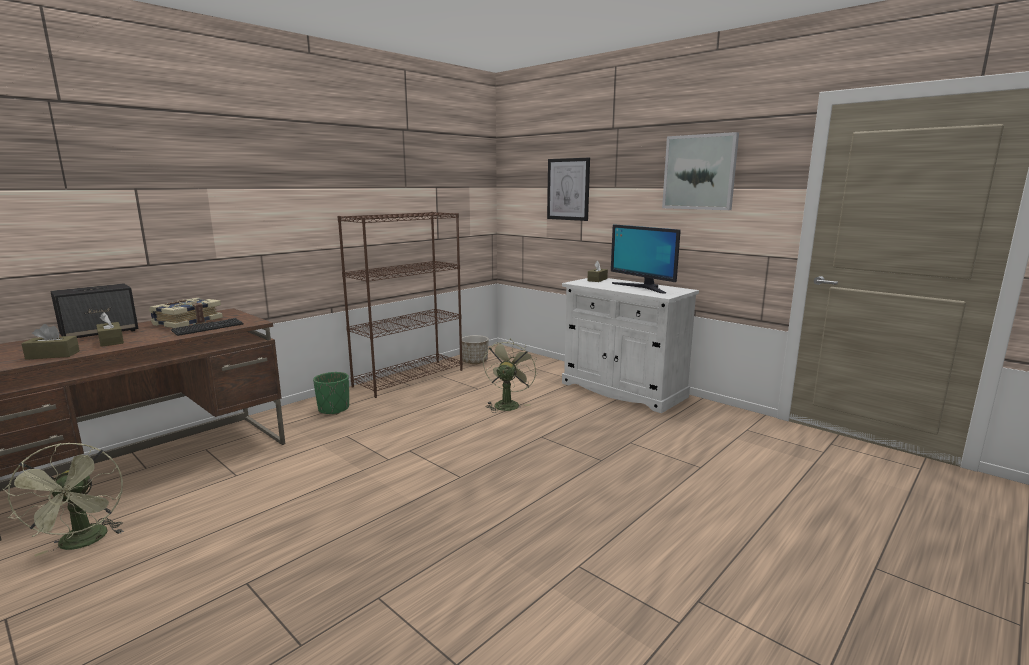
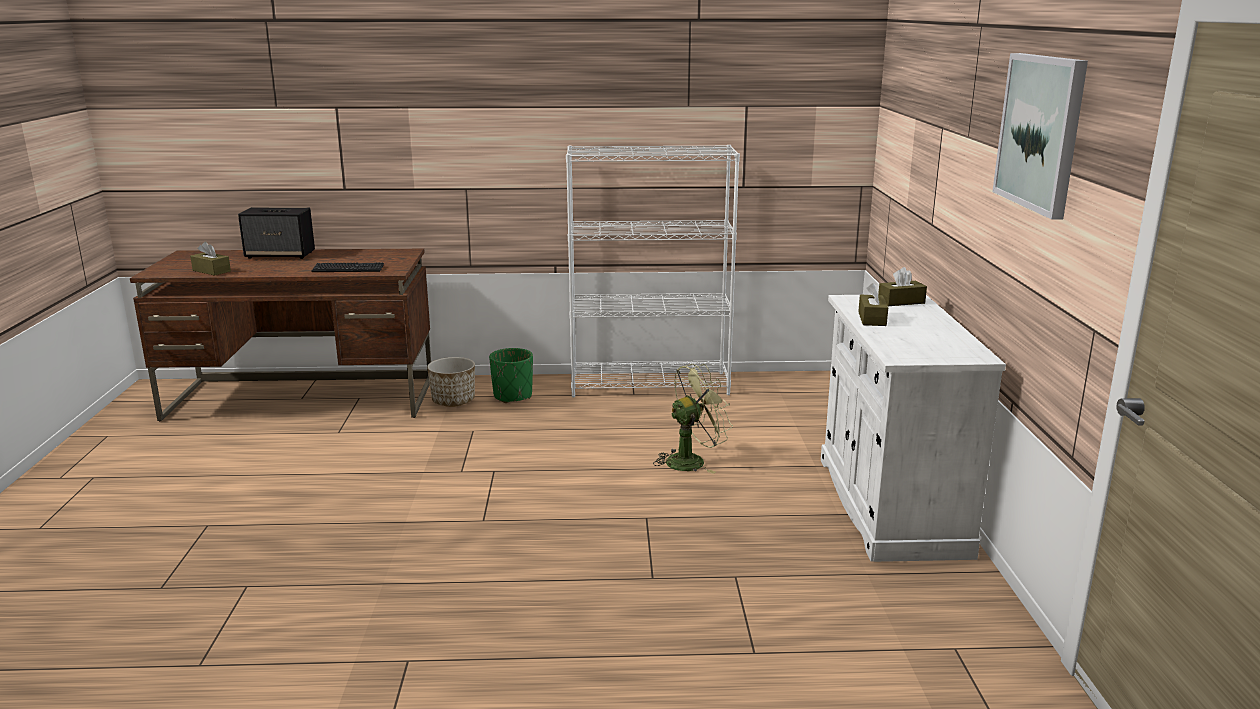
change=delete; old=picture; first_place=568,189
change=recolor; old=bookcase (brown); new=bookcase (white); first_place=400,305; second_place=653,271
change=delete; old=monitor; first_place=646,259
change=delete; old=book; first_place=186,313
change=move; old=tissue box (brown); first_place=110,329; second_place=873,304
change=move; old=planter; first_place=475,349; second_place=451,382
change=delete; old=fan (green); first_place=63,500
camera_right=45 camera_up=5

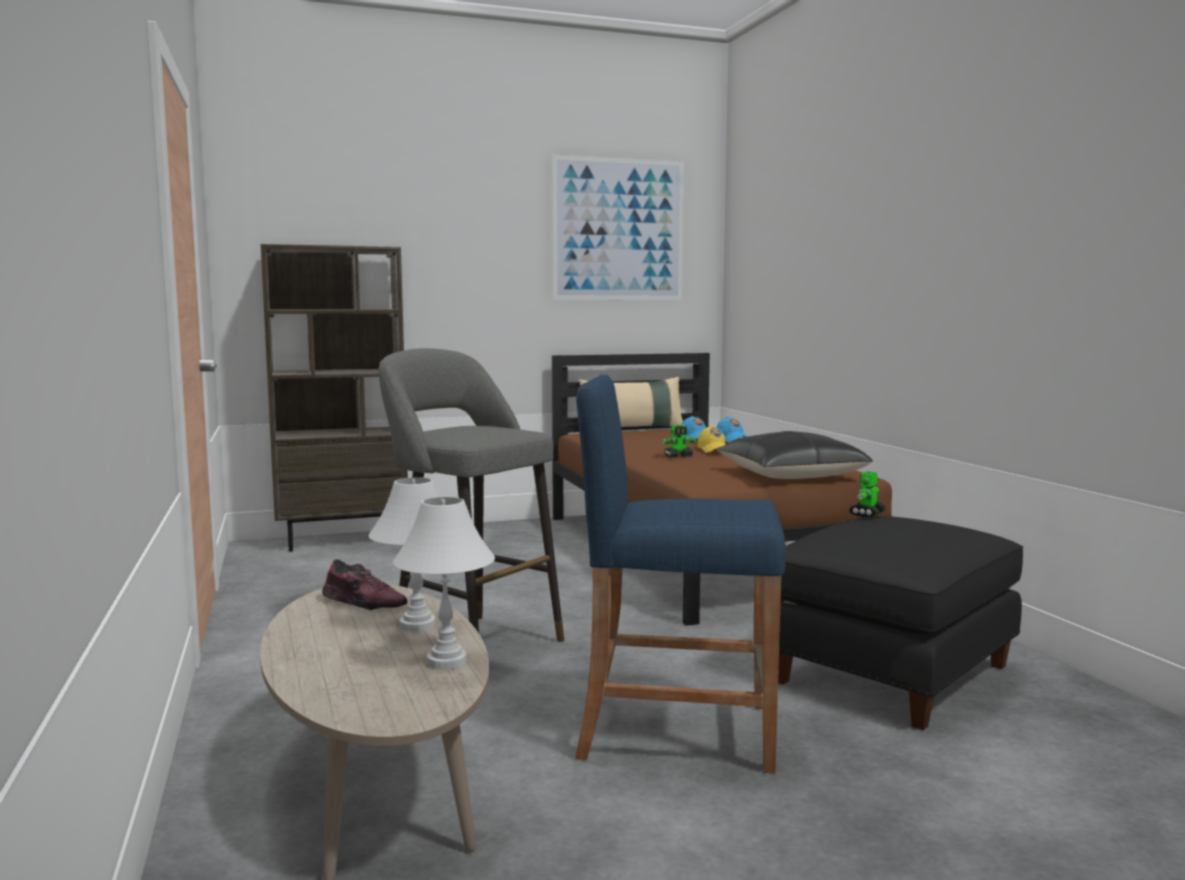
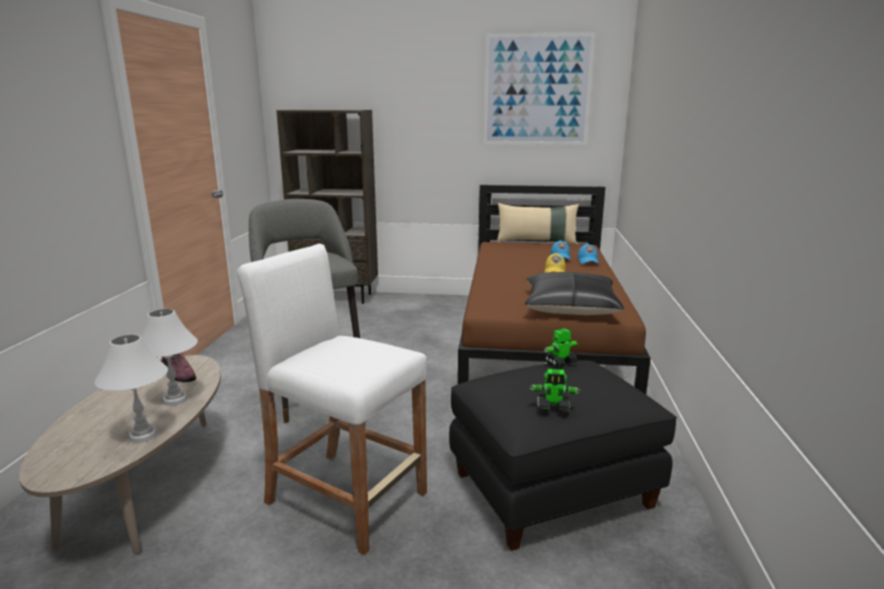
change=recolor; old=stool (blue); new=stool (white); first_place=680,574; second_place=332,399
change=move; old=toy robot; first_place=679,441; second_place=555,391
camera_right=25 camera_up=10

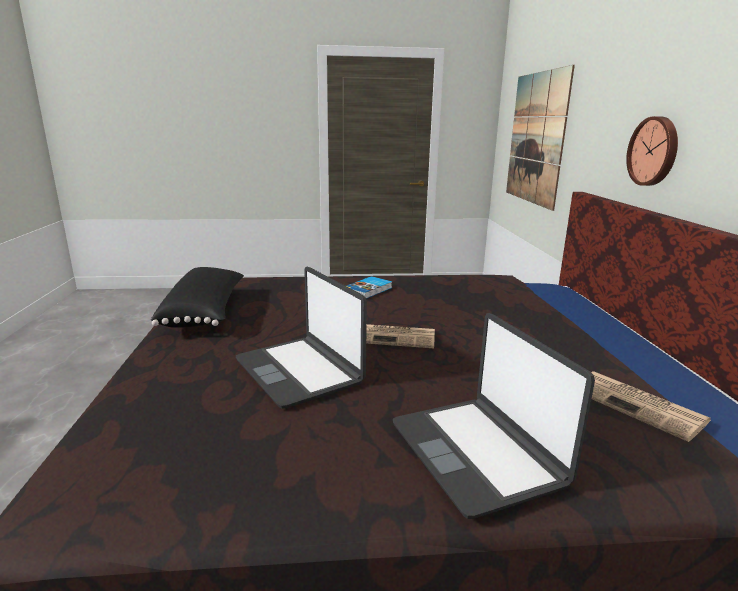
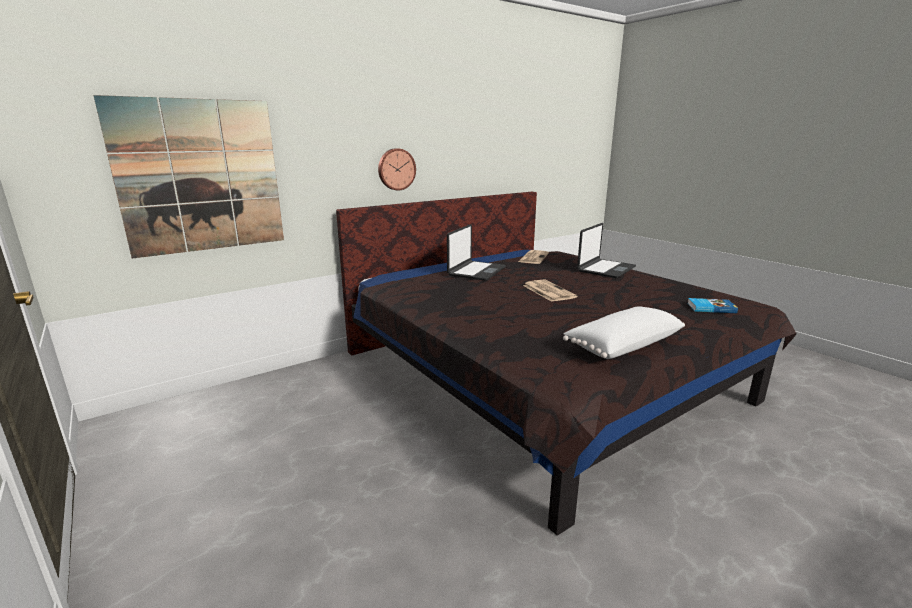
change=recolor; old=pillow (black); new=pillow (white); first_place=197,297; second_place=624,332
change=move; old=laptop; first_place=301,338; second_place=476,252
change=move; old=book; first_place=369,287; second_place=712,305
camera_right=-120 camera_up=0

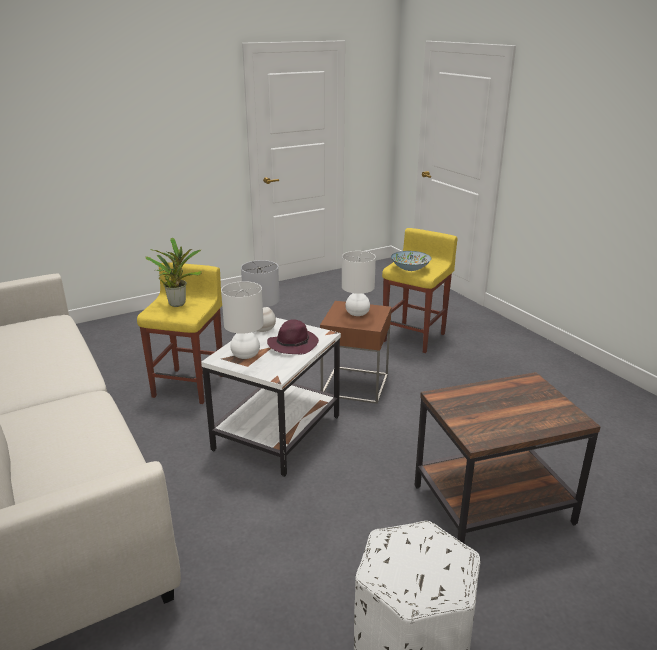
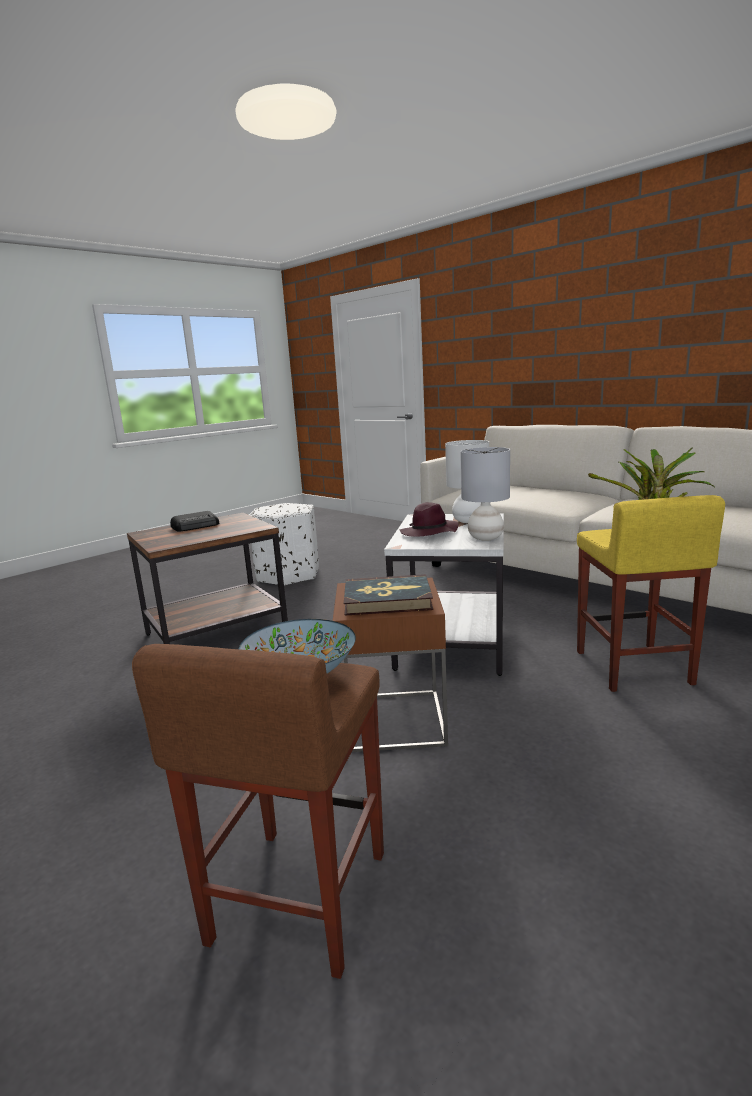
change=recolor; old=stool (yellow); new=stool (brown); first_place=420,290; second_place=258,811
change=replace; old=table lamp (white); new=book; first_place=359,283; second_place=388,595
change=insert; new=radio; second_place=194,521
camera_right=165 camera_up=-10

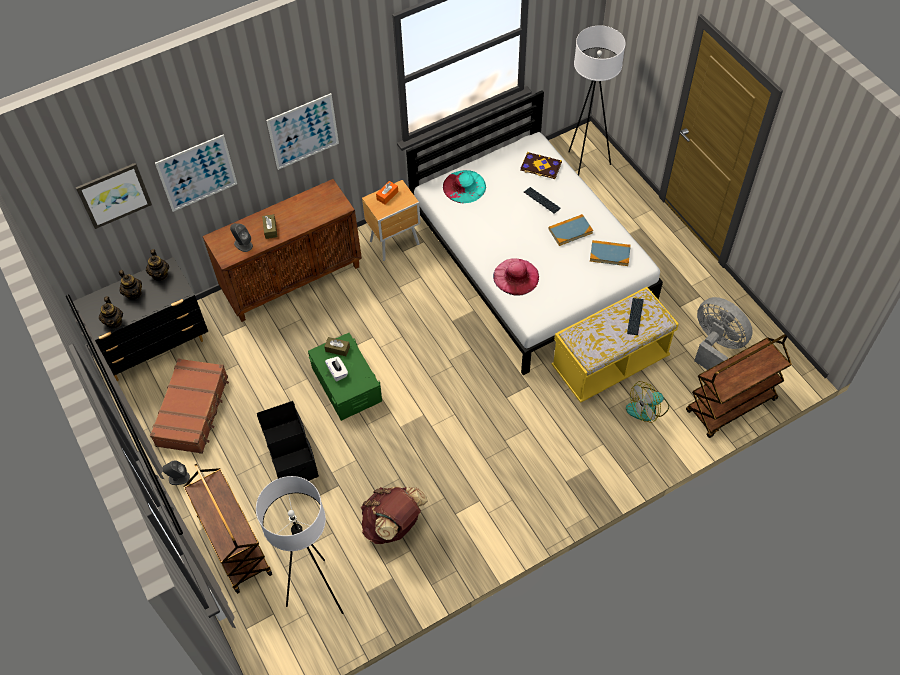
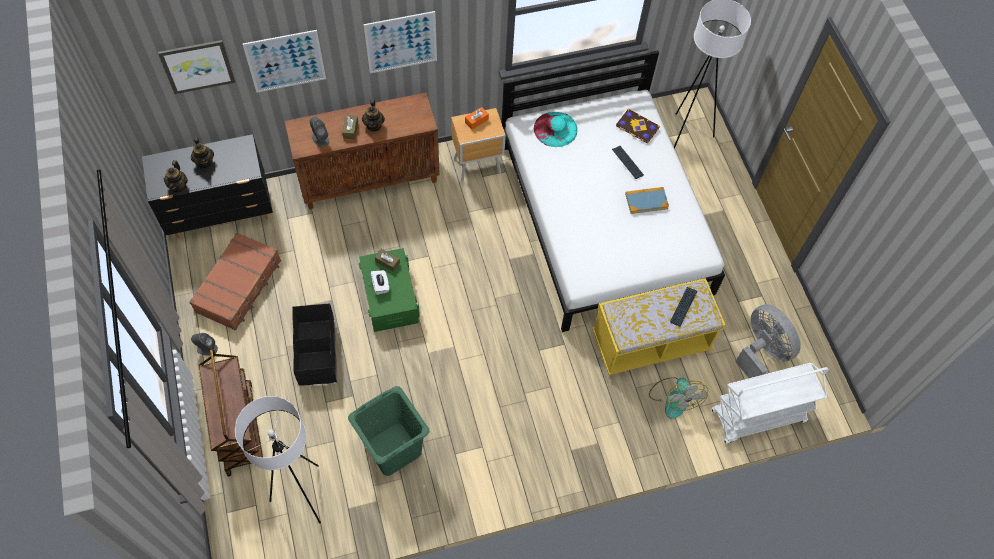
change=delete; old=book; first_place=610,253
change=move; old=teapot; first_place=157,265; second_place=373,116
change=delete; old=hat (pink); first_place=516,277
change=recolor; old=cart (brown); new=cart (white); first_place=739,386; second_place=770,403
change=rotate; old=fan; first_place=647,402; second_place=678,398; degrees=-90
change=replace; old=backpack (brown); new=laundry basket (green); first_place=394,515; second_place=389,431
camera_right=10 camera_up=5

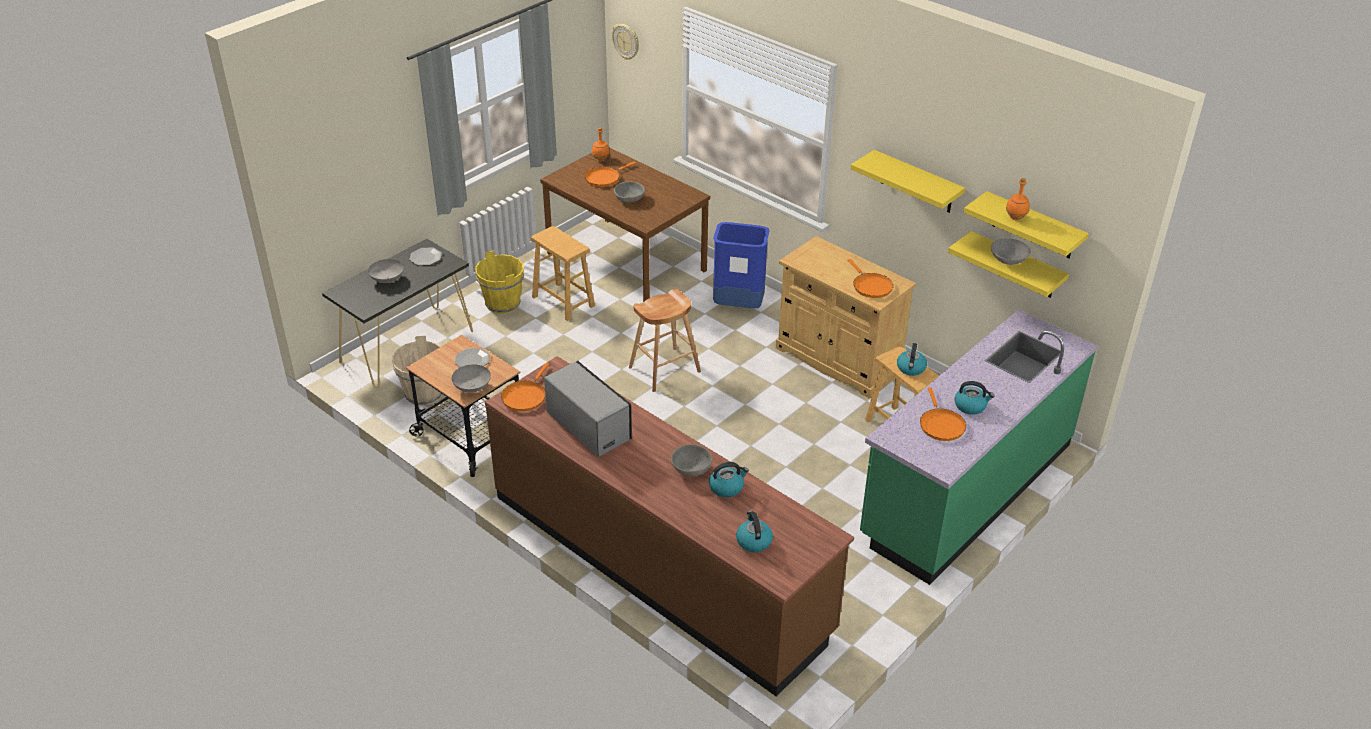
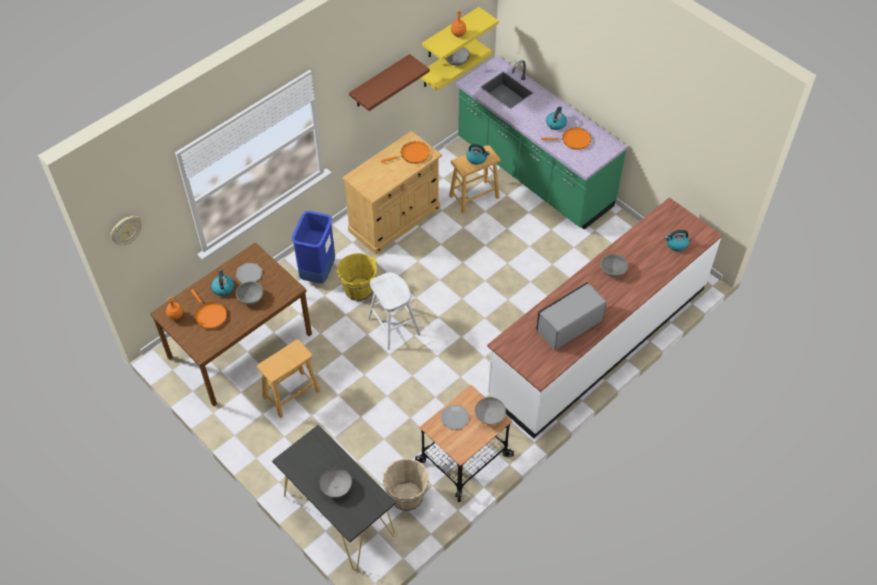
change=recolor; old=shelf (yellow); new=shelf (brown); first_place=907,181; second_place=389,82
change=move; old=plate; first_place=425,256; second_place=249,273
change=move; old=bucket (yellow); first_place=499,282; second_place=356,277
change=recolor; old=stool (brown); new=stool (white); first_place=665,340; second_place=394,311
change=recolor; old=counter (brown); new=counter (white); first_place=669,526; second_place=604,318
change=delete; old=frying pan (orange); first_place=525,387
change=move; old=kettle; first_place=729,480; second_place=222,282
camera_right=-85 camera_up=15

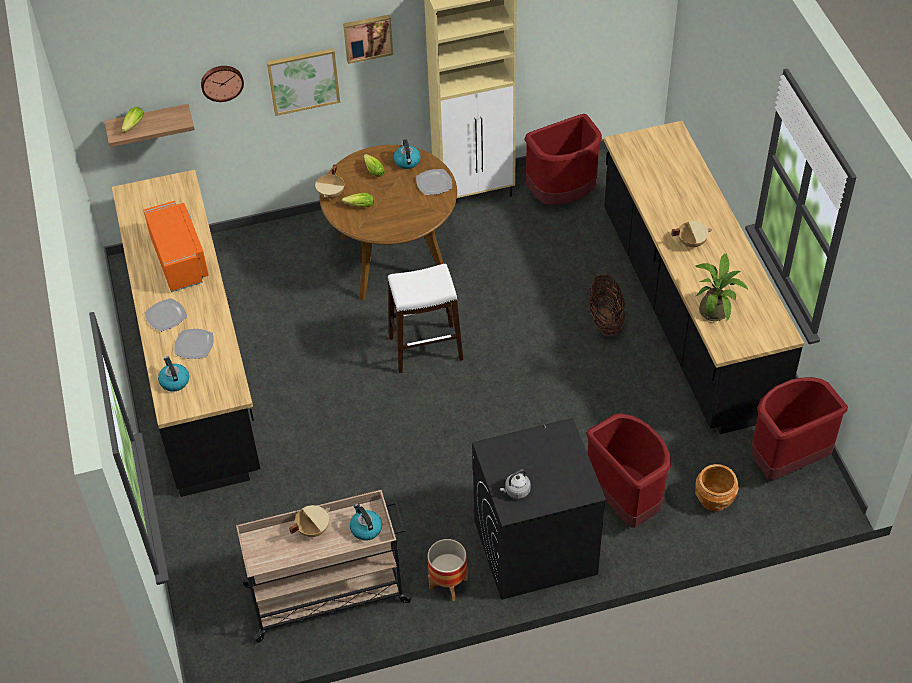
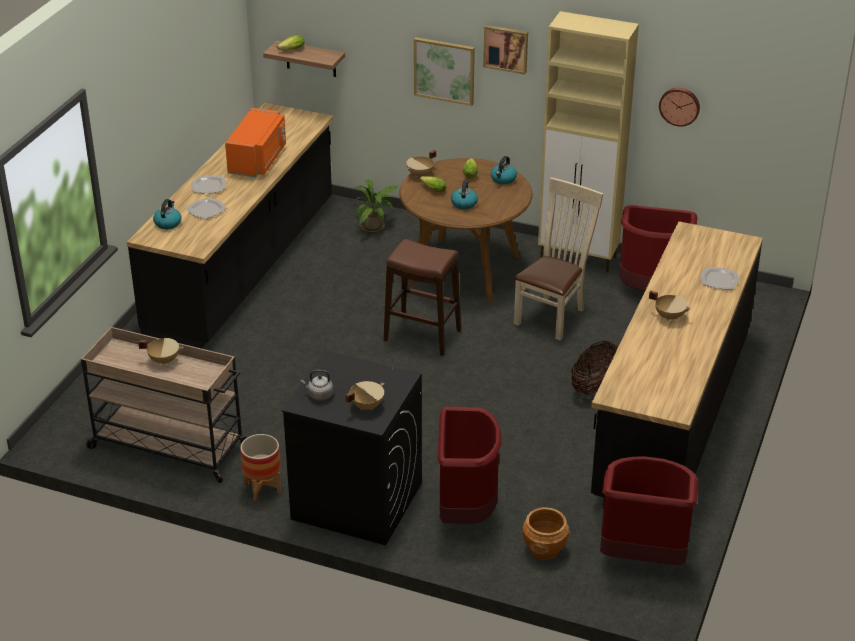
change=move; old=wall clock; first_place=222,84; second_place=679,107
change=move; old=plate; first_place=434,182; second_place=720,278
change=move; old=potted plant; first_place=721,287; second_place=376,206
change=recolor; old=stool (white); new=stool (brown); first_place=425,318; second_place=422,297
change=move; old=kettle; first_place=366,522; second_place=464,194
change=insert; new=chair (beige); second_place=559,258
change=insert; new=cooking pot (beige); second_place=365,395
camera_right=35 camera_up=-15

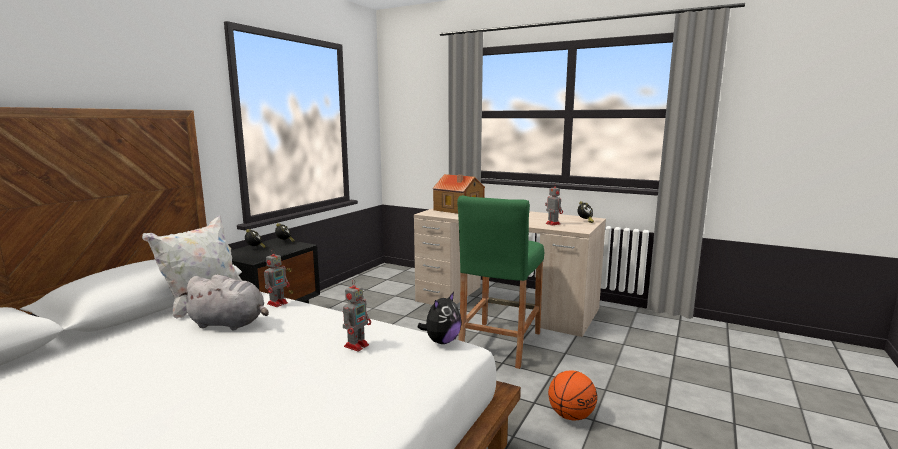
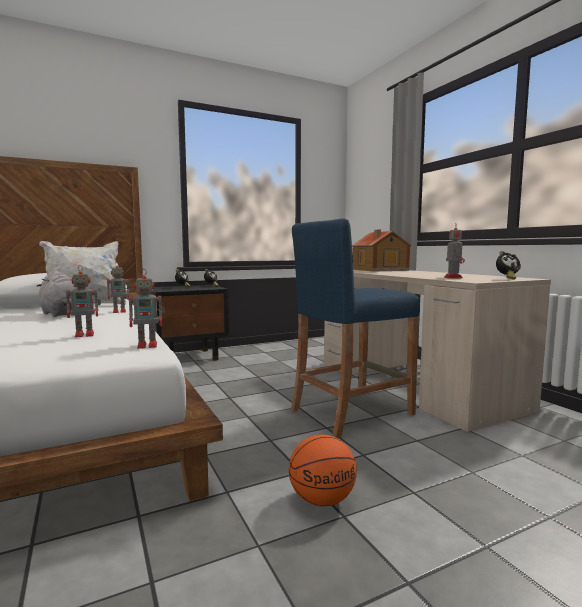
change=recolor; old=stool (green); new=stool (blue); first_place=500,282; second_place=355,328
change=replace; old=plush toy; new=toy robot; first_place=439,318; second_place=147,309
camera_right=35 camera_up=-5

